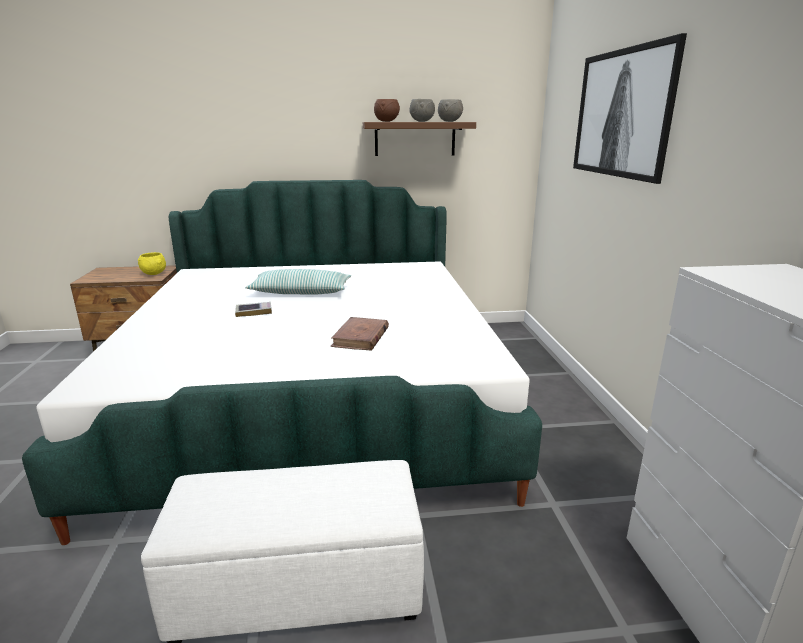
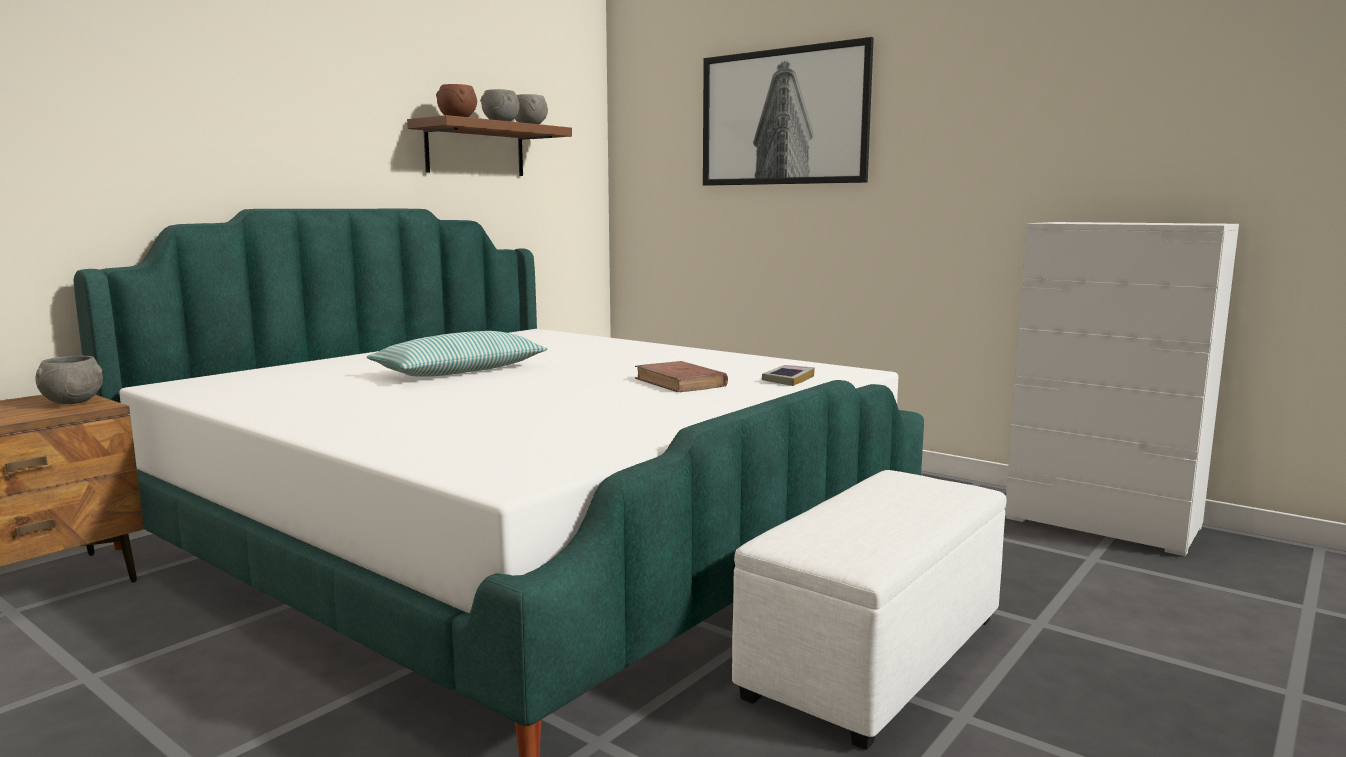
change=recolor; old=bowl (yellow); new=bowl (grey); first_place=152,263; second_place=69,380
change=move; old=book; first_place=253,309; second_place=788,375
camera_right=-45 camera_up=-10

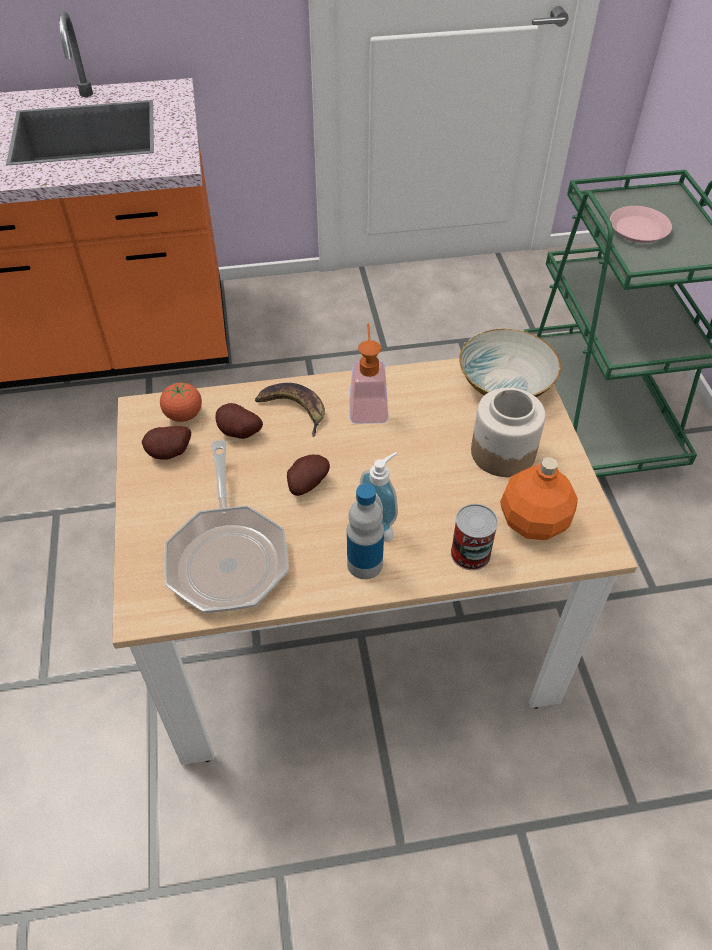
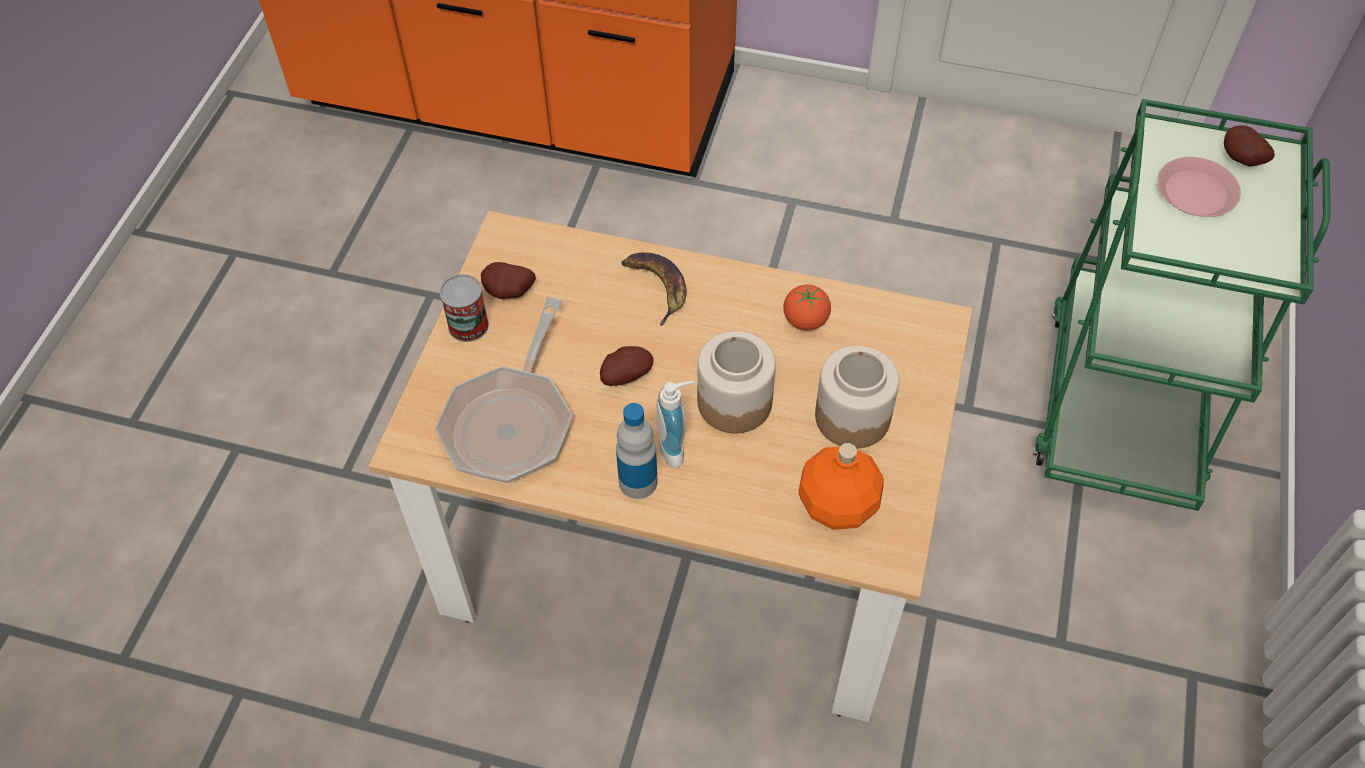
change=delete; old=soap dispenser; first_place=369,373
change=delete; old=bowl; first_place=510,363
change=move; old=tomato; first_place=181,402; second_place=807,308
change=move; old=potato; first_place=239,421; second_place=1249,145
change=move; old=can; first_place=474,537; second_place=464,308
change=insert; new=jar; second_place=736,382
camera_right=25 camera_up=5

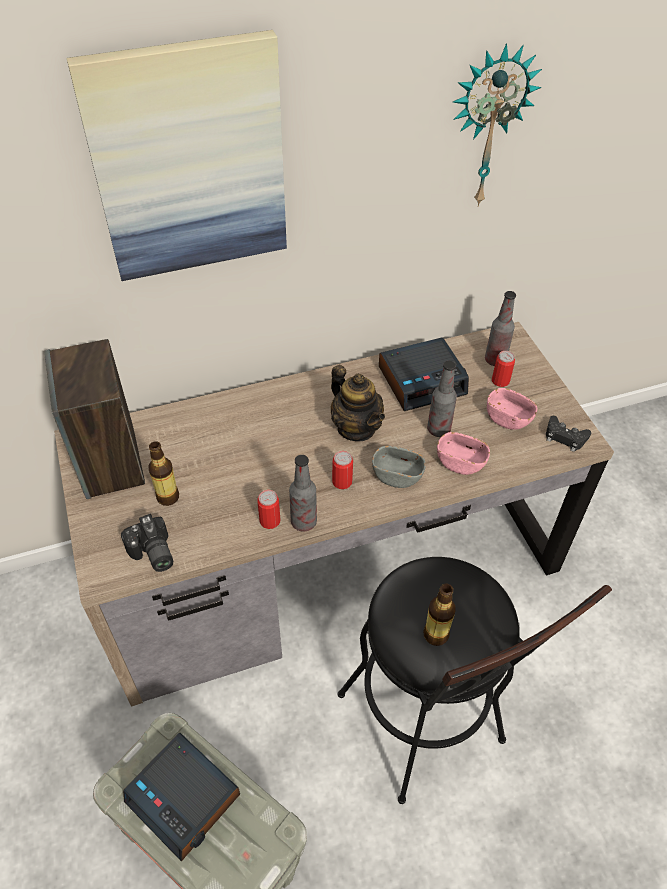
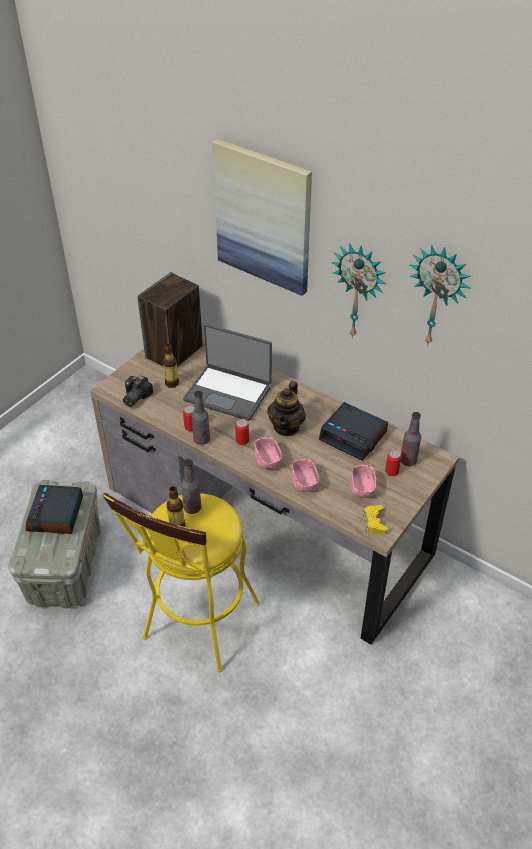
change=move; old=bottle; first_place=442,399; second_place=191,486
change=recolor; old=game controller (black); new=game controller (yellow); first_place=568,434; second_place=375,519
change=recolor; old=bowl (grey); new=bowl (pink); first_place=399,467; second_place=268,453
change=recolor; old=stool (black); new=stool (yellow); first_place=475,680; second_place=181,582
change=insert; new=wall clock; second_place=358,290
change=insert; new=laptop; second_place=227,372
camera_right=55 camera_up=-5

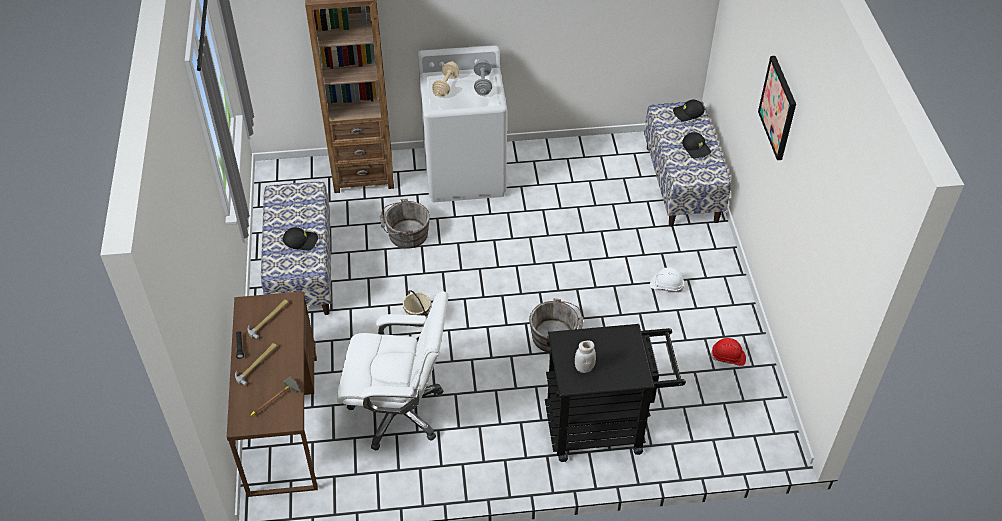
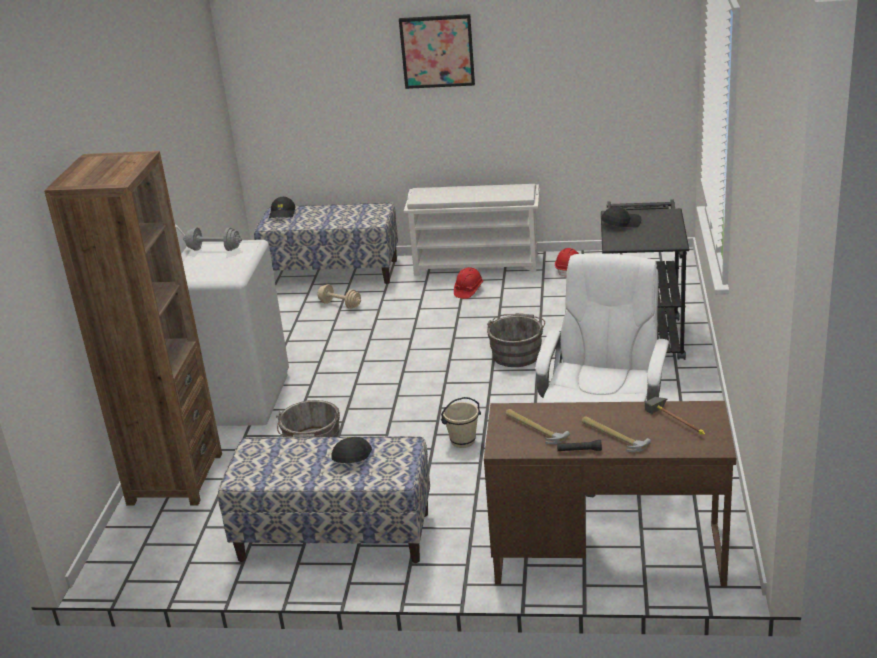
change=move; old=dumbbell (beige); first_place=445,79; second_place=339,296
change=move; old=cap (black); first_place=696,145; second_place=621,217
change=recolor; old=hard hat (white); new=hard hat (red); first_place=667,279; second_place=468,283
change=delete; old=jar (white); first_place=585,356
change=insert; new=shoe rack (white); second_place=472,230
camera_right=-75 camera_up=-20

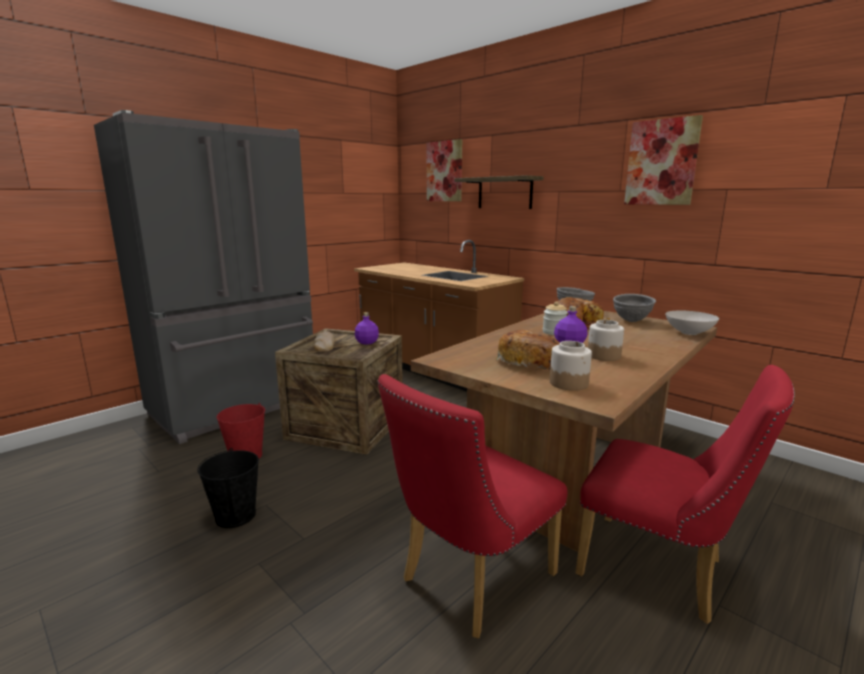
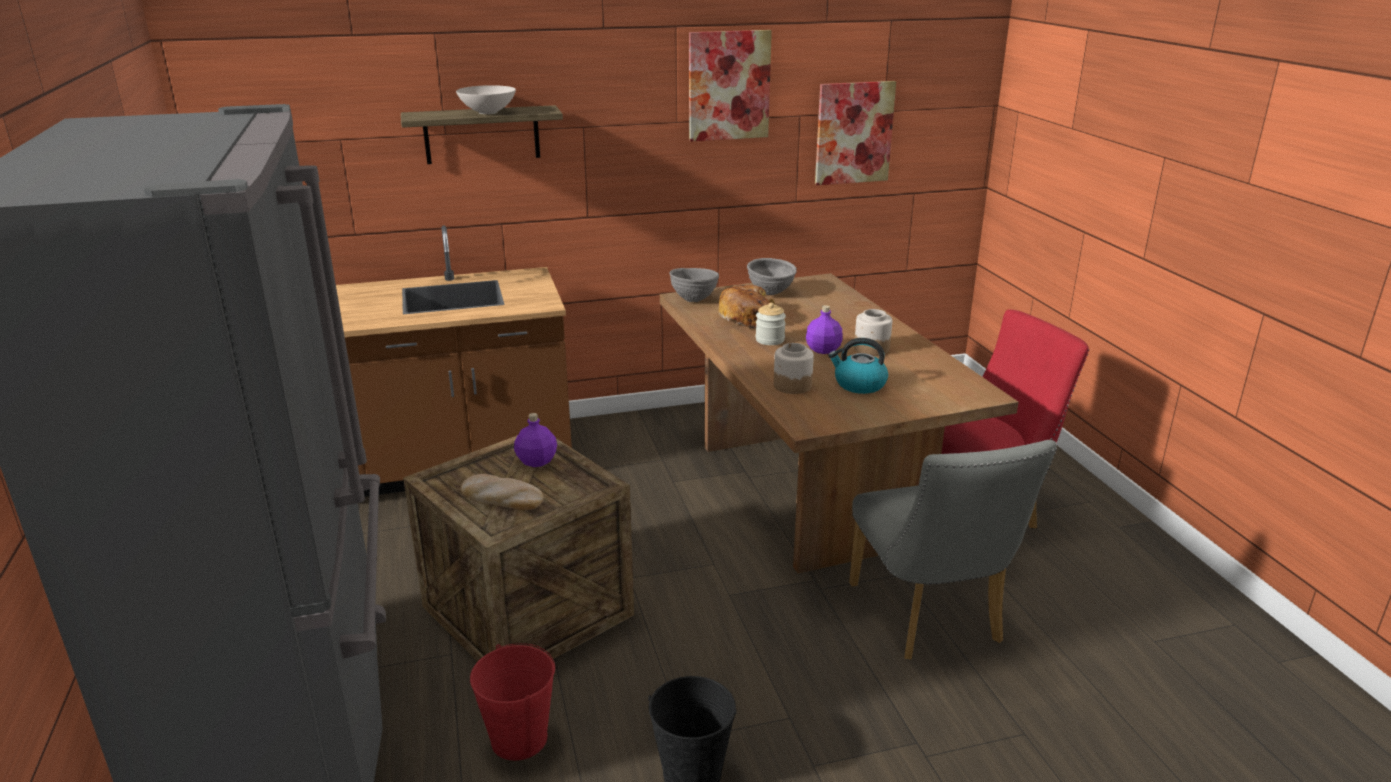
change=move; old=picture; first_place=444,170; second_place=855,133
change=move; old=bowl (white); first_place=692,322; second_place=486,99
change=replace; old=bread; new=kettle; first_place=528,350; second_place=858,366
change=move; old=jar; first_place=571,366; second_place=794,368
change=recolor; old=chair (red); new=chair (grey); first_place=472,506; second_place=953,550
camera_right=-60 camera_up=10

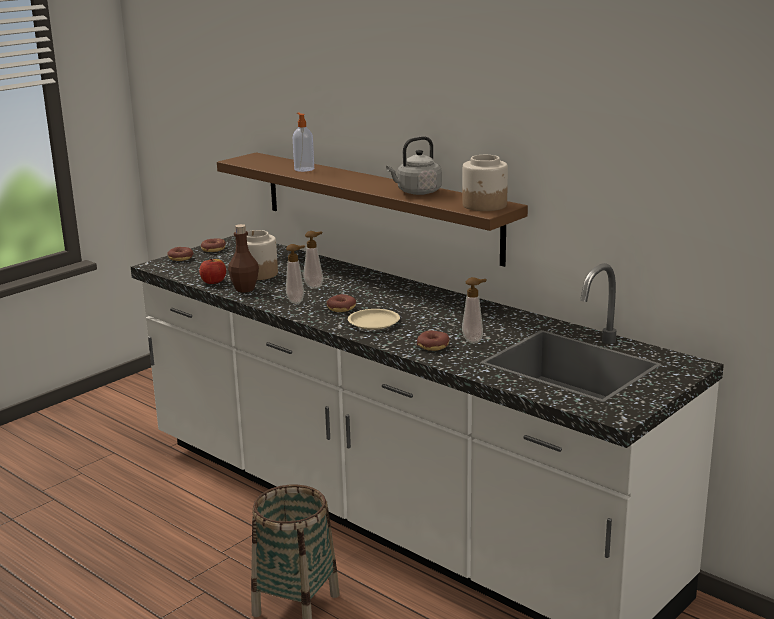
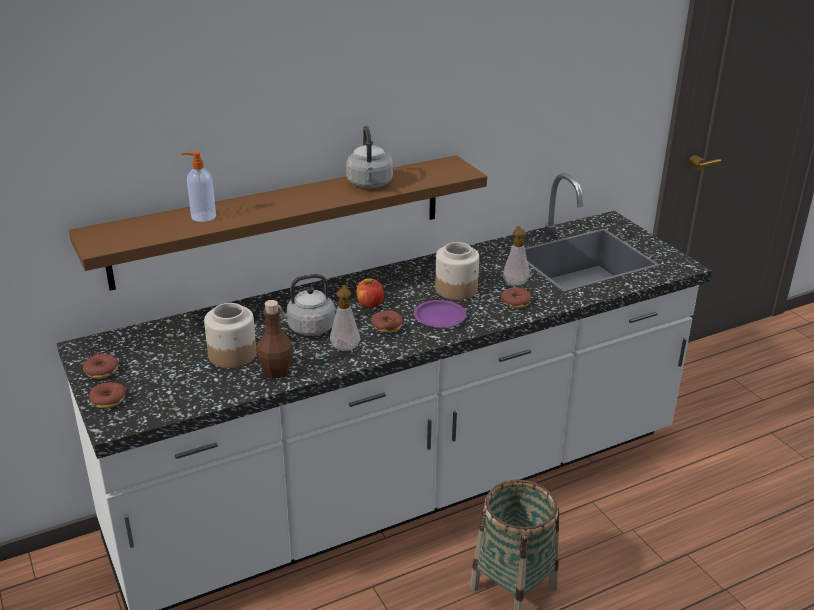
change=move; old=jar; first_place=485,183; second_place=457,271
change=replace; old=soap dispenser; new=kettle (grey); first_place=313,260; second_place=306,305
change=move; old=apple; first_place=212,271; second_place=370,293
change=recolor; old=plate (beige); new=plate (purple); first_place=374,319; second_place=440,314
camera_right=-70 camera_up=10

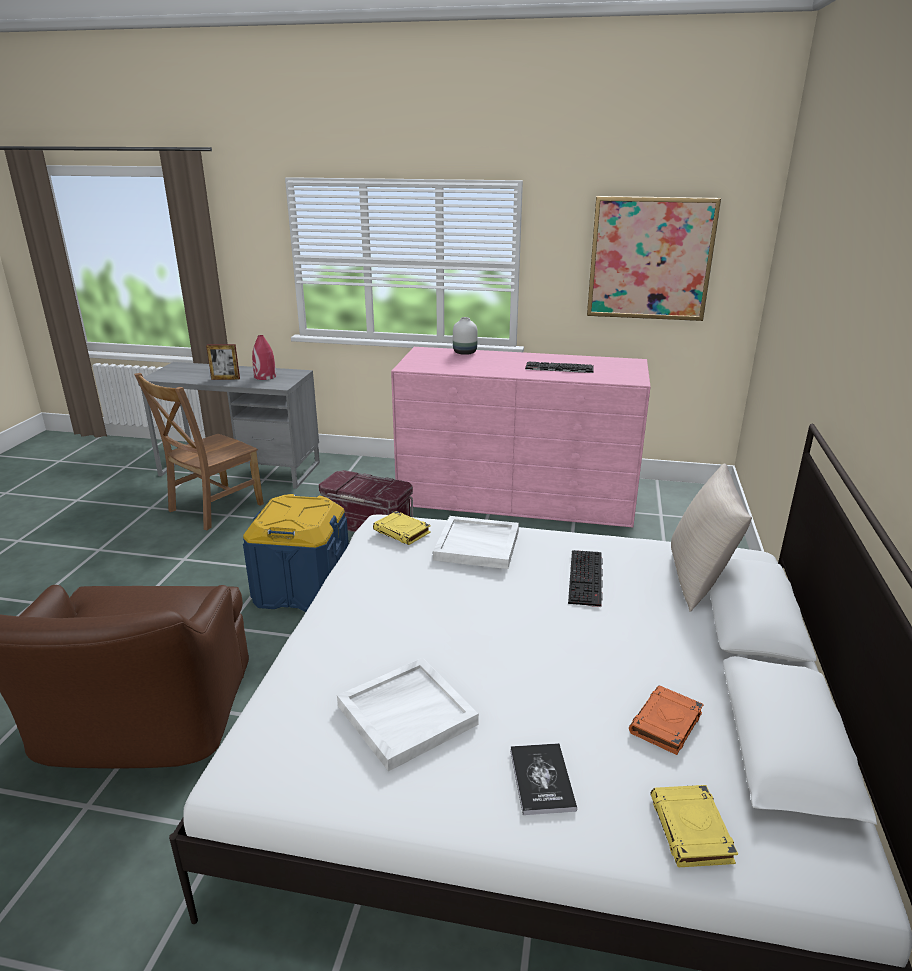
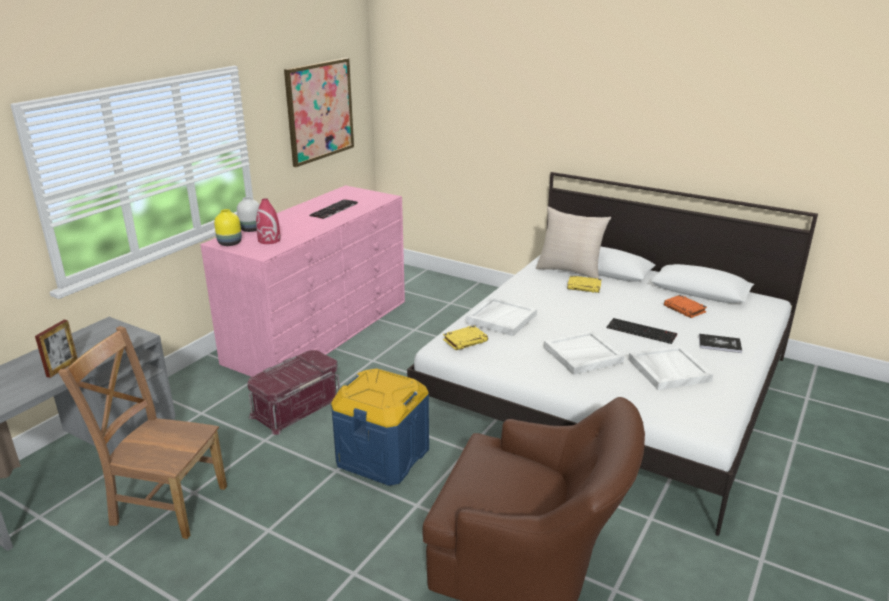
change=move; old=vase (red); first_place=264,357; second_place=268,221
change=rotate; old=chair (brown); first_place=199,451; second_place=142,432; degrees=135
change=move; old=keyboard; first_place=585,578; second_place=641,331
change=move; old=book (yellow); first_place=694,826; second_place=584,284
change=insert; new=vase (yellow); second_place=228,227
change=insert; new=tray (white); second_place=584,352
camera_right=-70 camera_up=0

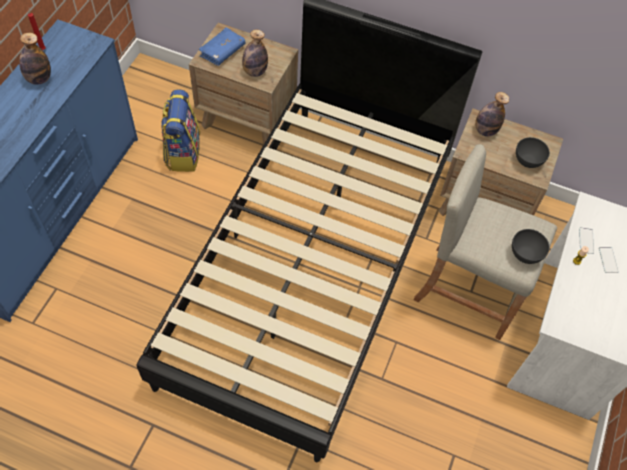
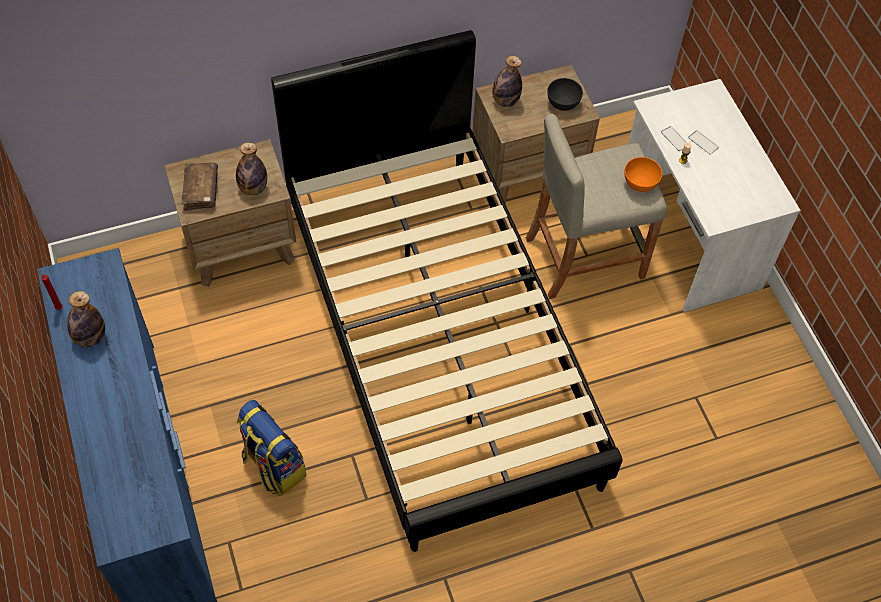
change=recolor; old=book (blue); new=book (brown); first_place=221,46; second_place=199,187
change=move; old=backpack; first_place=180,130; second_place=272,448
change=recolor; old=bowl (grey); new=bowl (orange); first_place=531,246; second_place=643,174
camera_right=-40 camera_up=0

